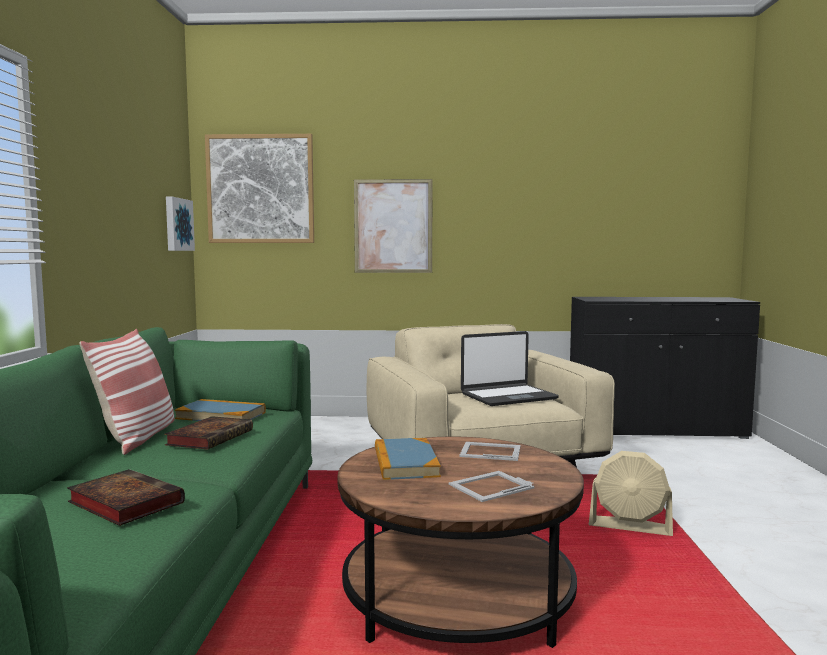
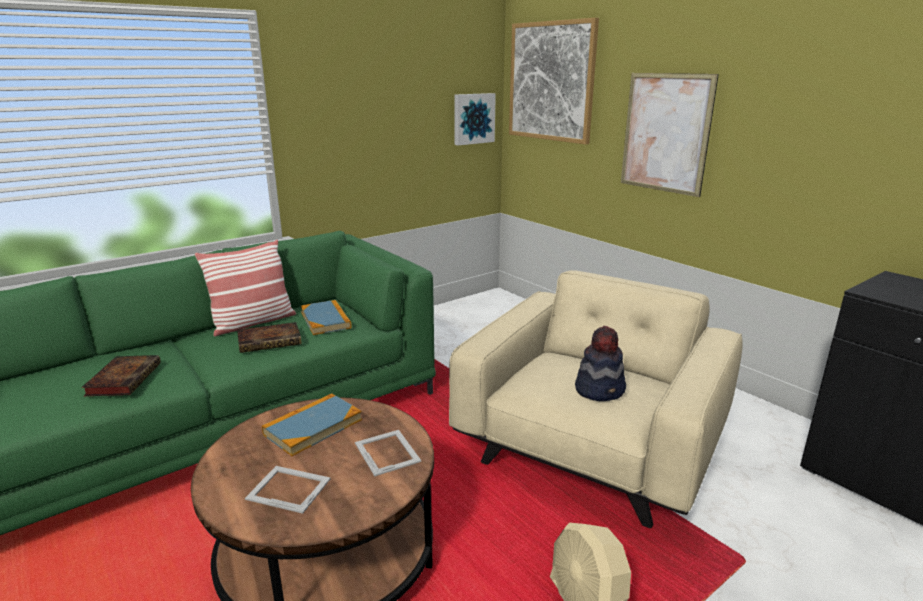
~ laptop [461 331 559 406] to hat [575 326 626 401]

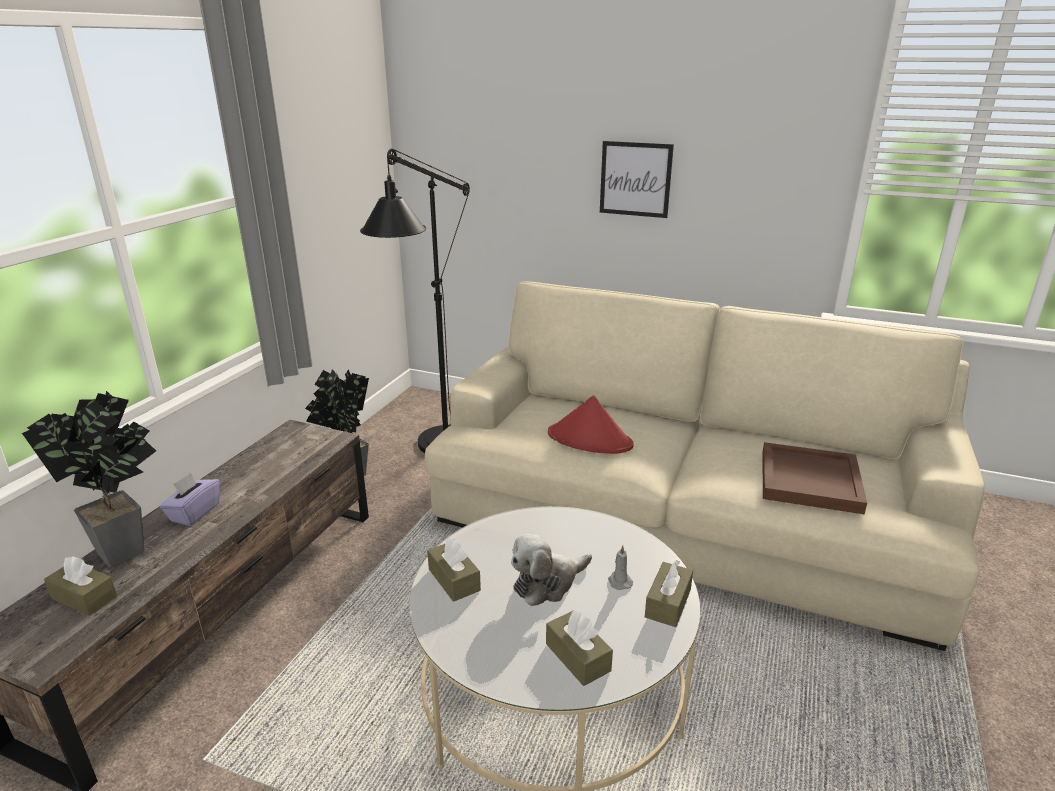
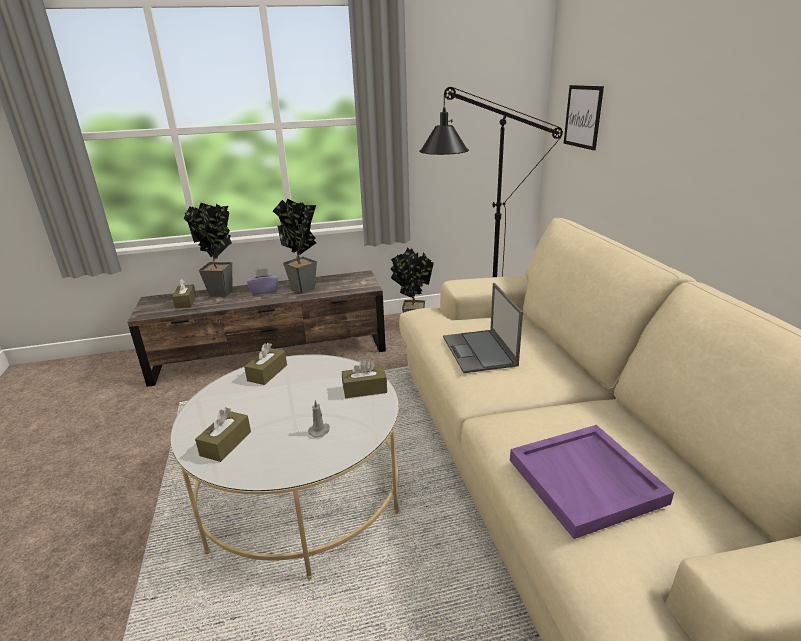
- plush toy [511 534 592 606]
~ red hat [548 395 634 454] to laptop [443 283 523 373]
~ picture [600 141 674 218] to [564 85 604 150]
~ brown tissue box [645 560 693 627] to [342 359 387 398]
~ brown tray [762 442 867 514] to purple tray [510 425 674 539]
+ potted plant [273 199 317 294]

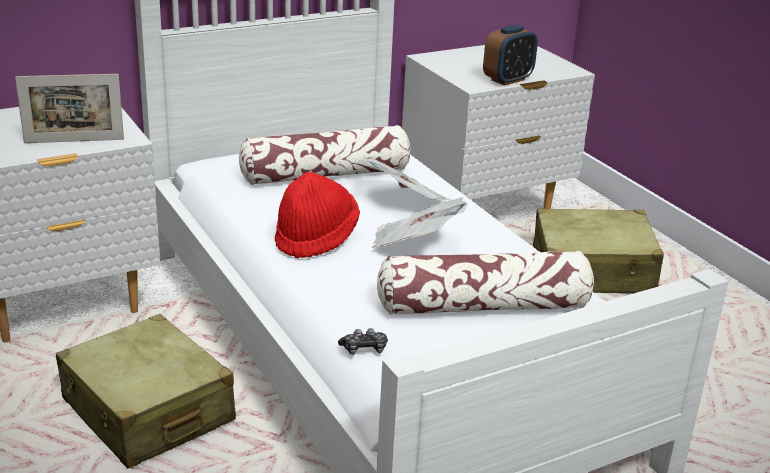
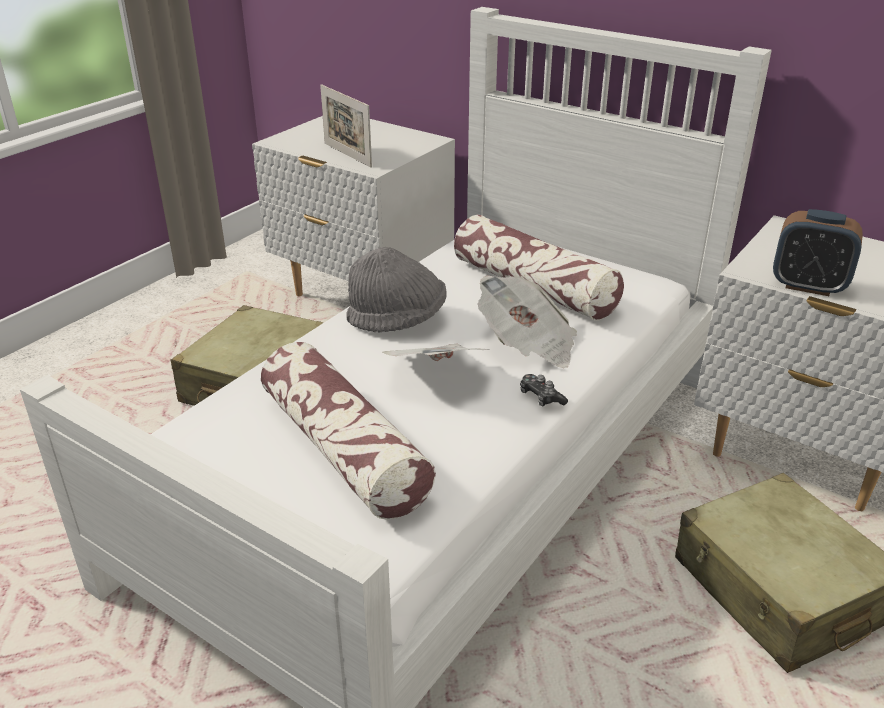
~ red hat [275 172 360 258] to grey hat [346 247 447 333]
~ game controller [338 328 388 355] to [520 374 568 406]

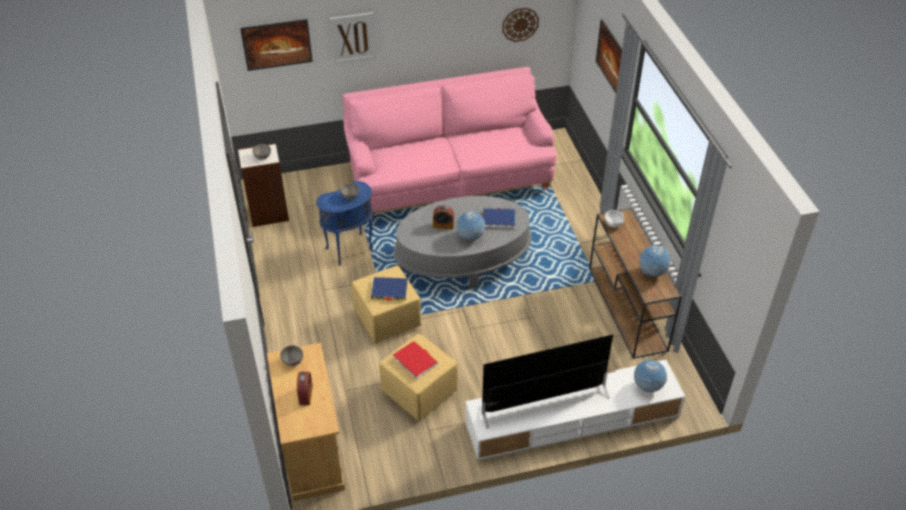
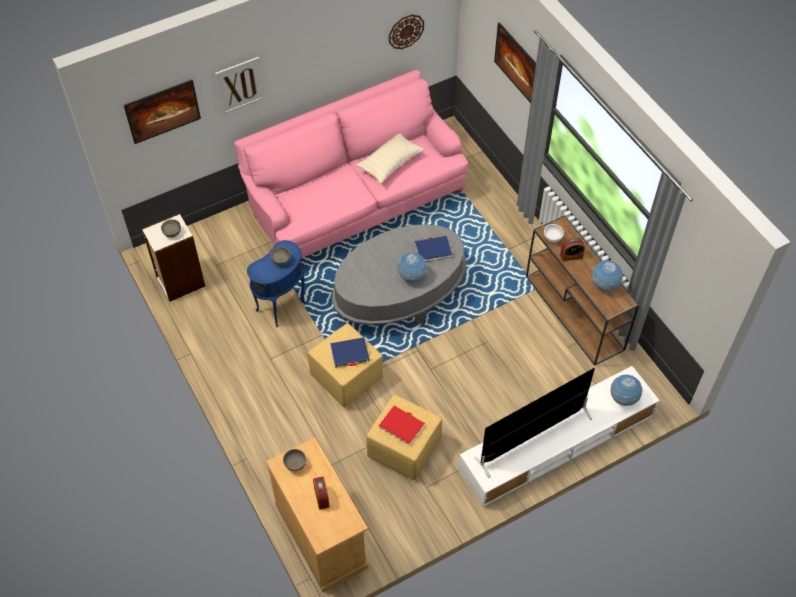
~ alarm clock [433 205 454 229] to [560 237 585 261]
+ beige pillow [356 134 424 184]

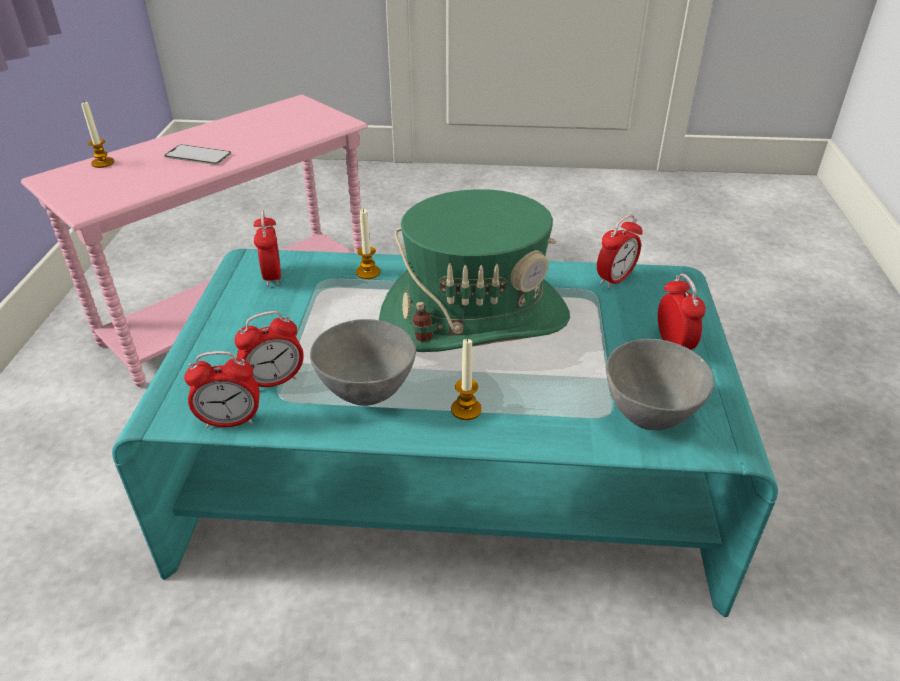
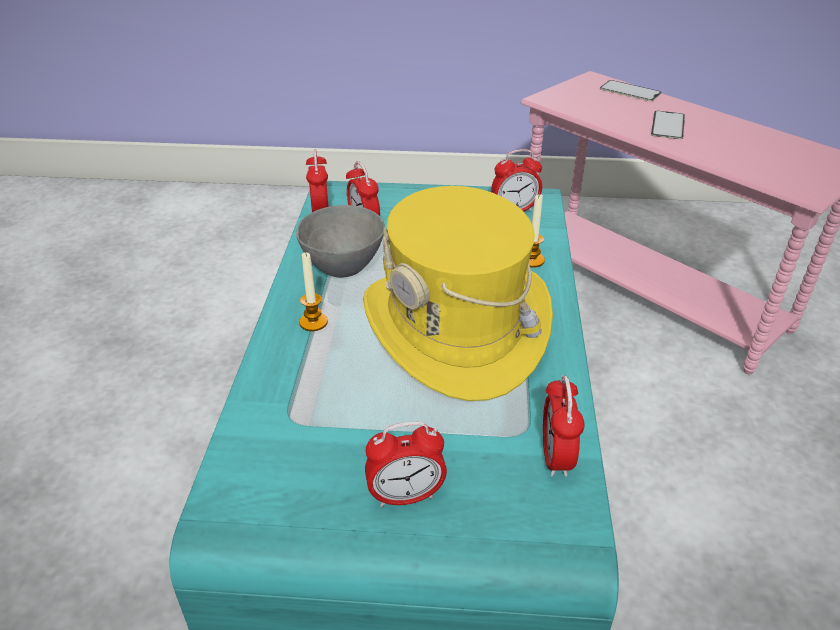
~ candle [81 100 114 168] to phone [600 80 662 101]
~ green hat [379 189 570 352] to yellow hat [363 186 553 401]
~ alarm clock [597 215 643 288] = [543 375 585 477] 45 degrees clockwise
- grey bowl [606 339 715 430]

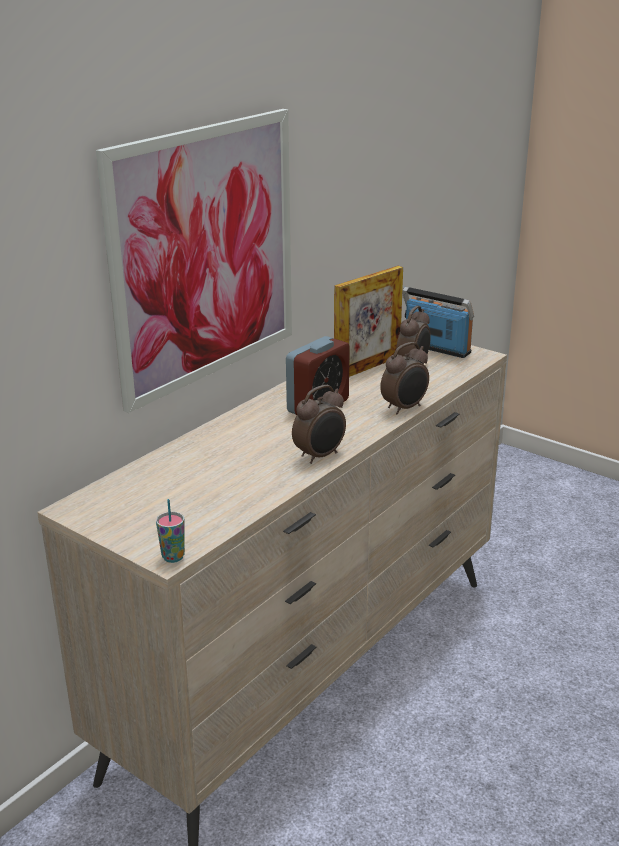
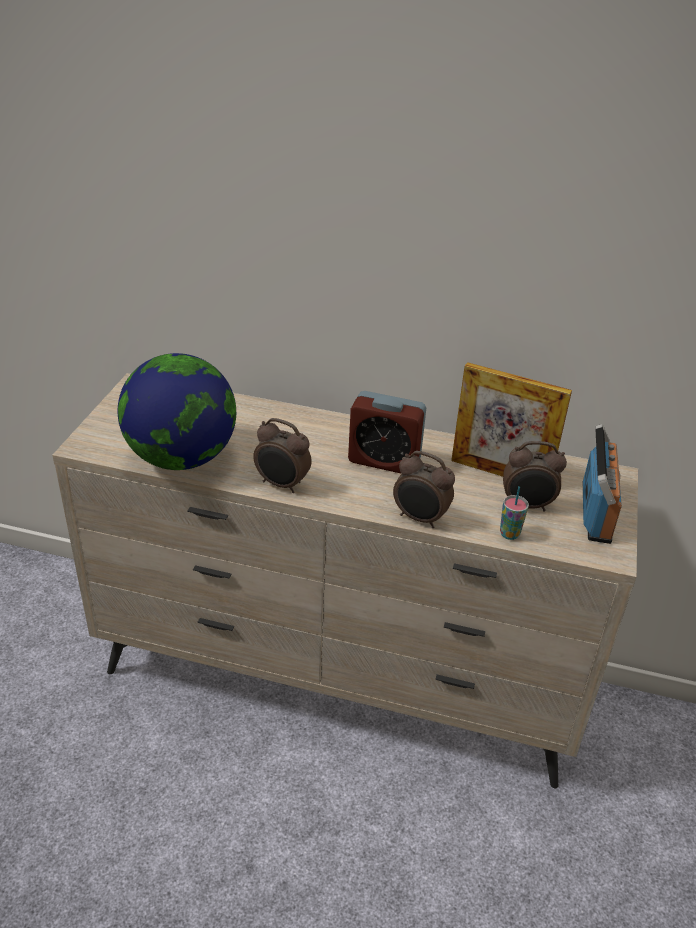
- picture [96 109 292 413]
~ cup [156 499 185 563] to [500 486 529 540]
+ globe [118 353 236 470]

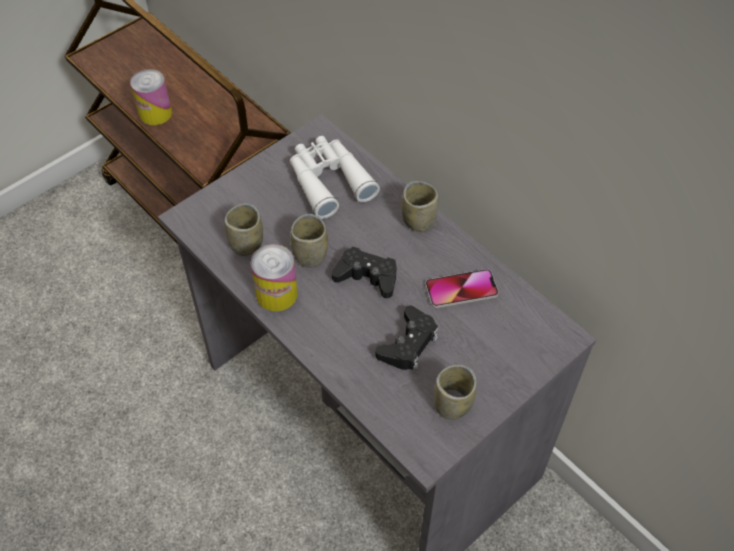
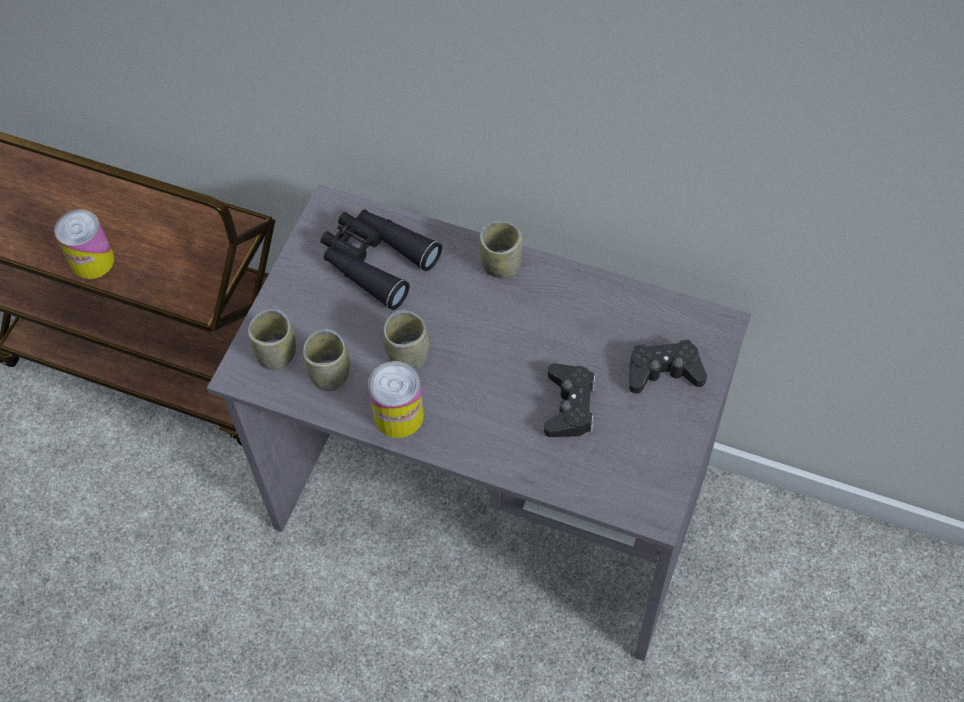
~ white binoculars [290 136 380 219] to black binoculars [321 209 442 310]
~ black game controller [332 247 396 298] to [629 340 707 394]
- phone [425 269 499 308]
~ cup [434 365 477 419] to [248 308 296 370]

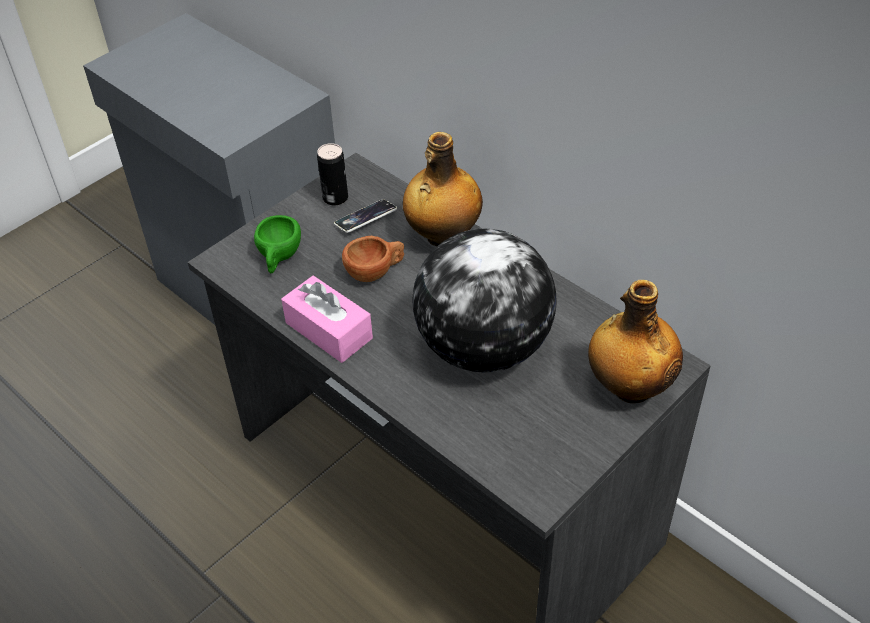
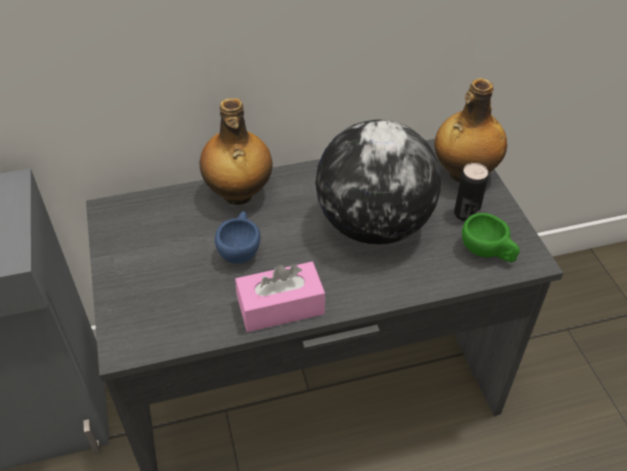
~ green cup [254 215 301 273] to [462 213 520 262]
~ can [317 143 348 206] to [454 163 488 221]
- phone [334 199 397 233]
~ brown cup [342 236 404 282] to blue cup [215 211 261 264]

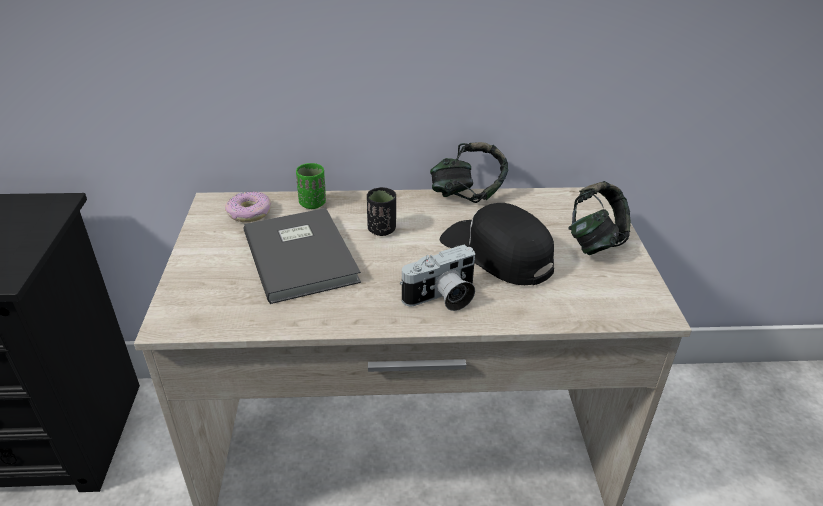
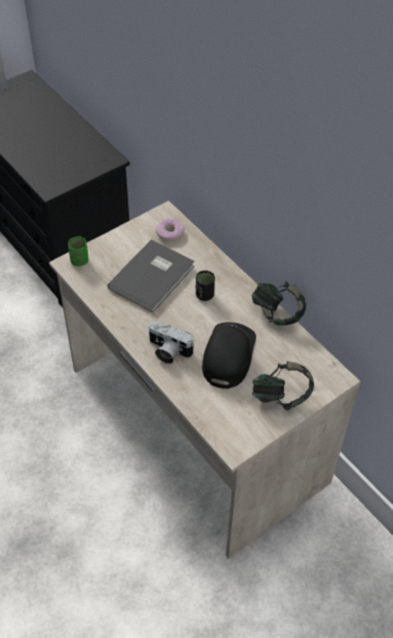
~ green cup [296 163 326 209] to [68 236 88 266]

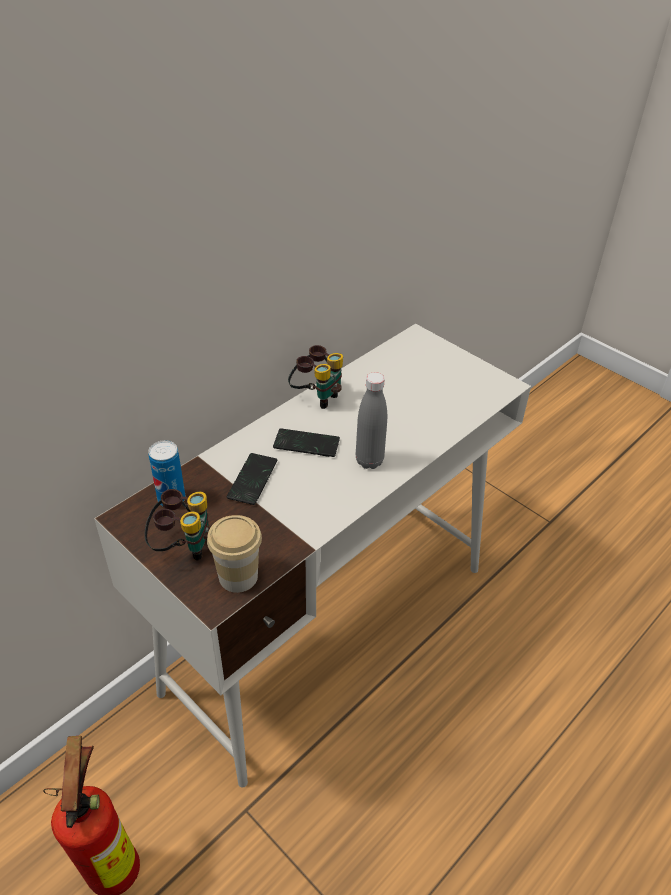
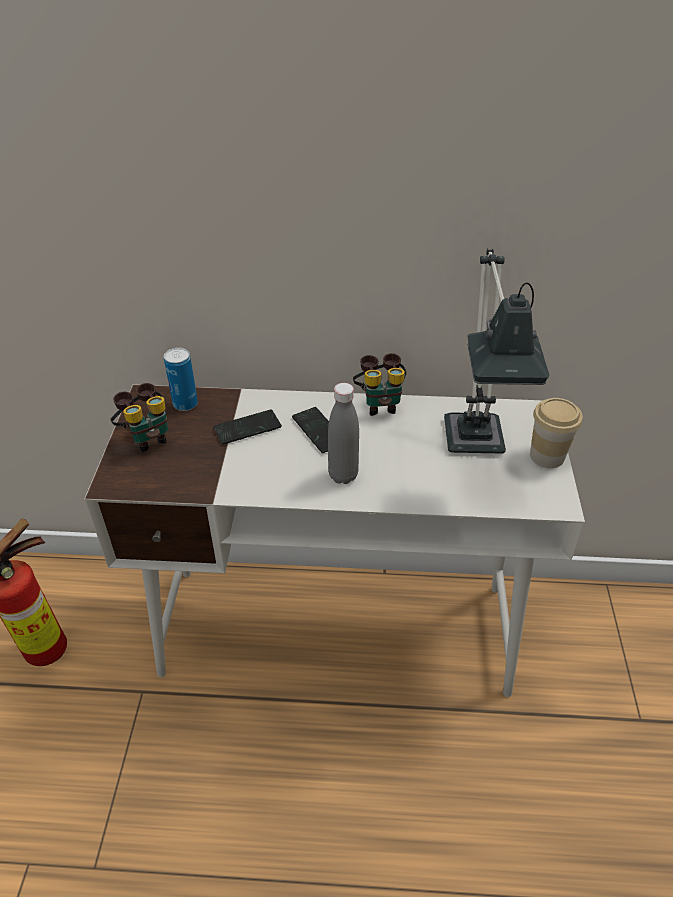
~ cup [207 515 262 593] to [530 398 583 468]
+ table lamp [444 249 550 454]

